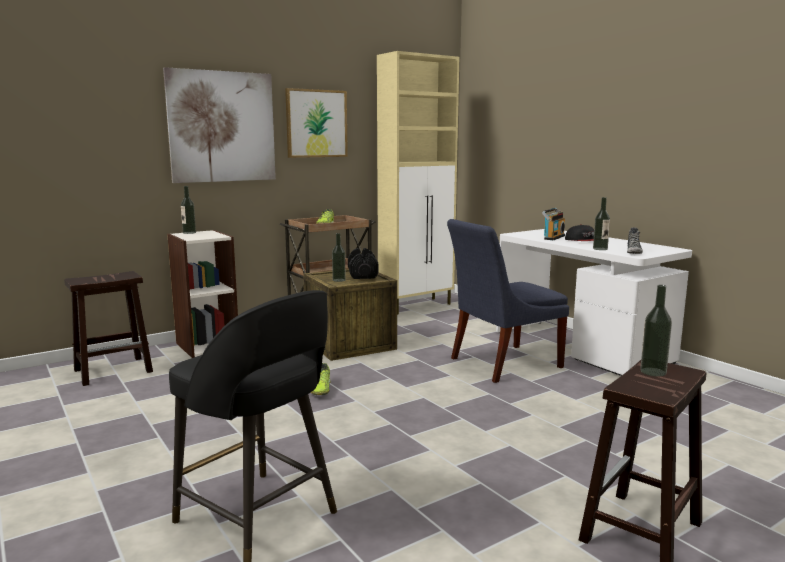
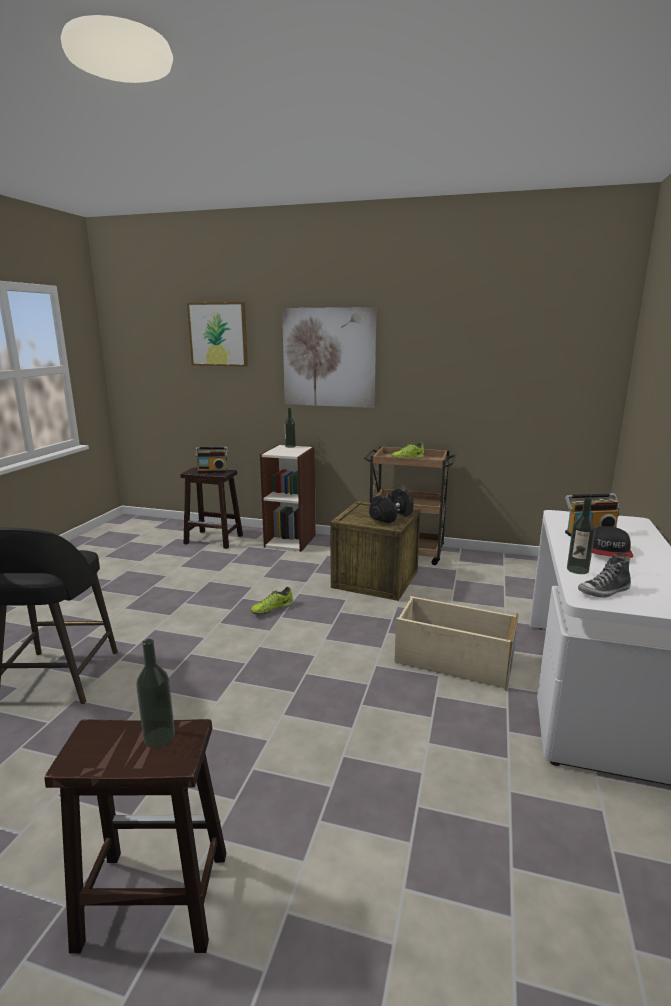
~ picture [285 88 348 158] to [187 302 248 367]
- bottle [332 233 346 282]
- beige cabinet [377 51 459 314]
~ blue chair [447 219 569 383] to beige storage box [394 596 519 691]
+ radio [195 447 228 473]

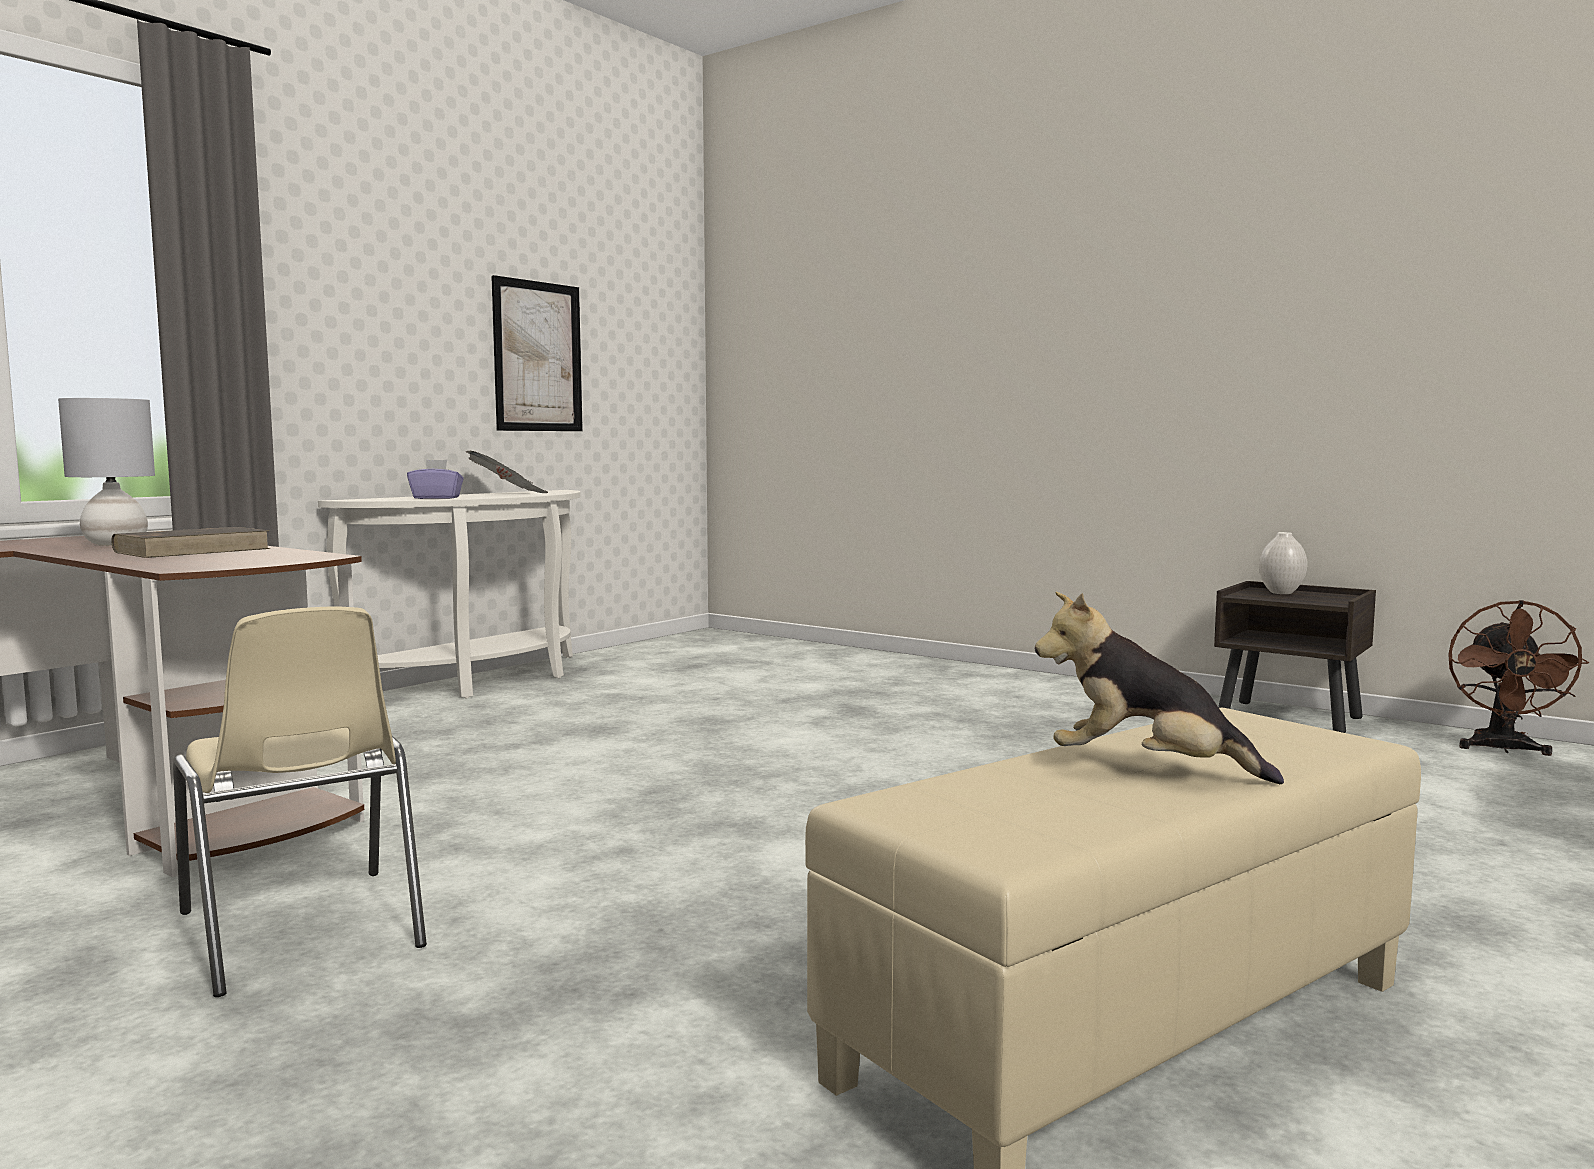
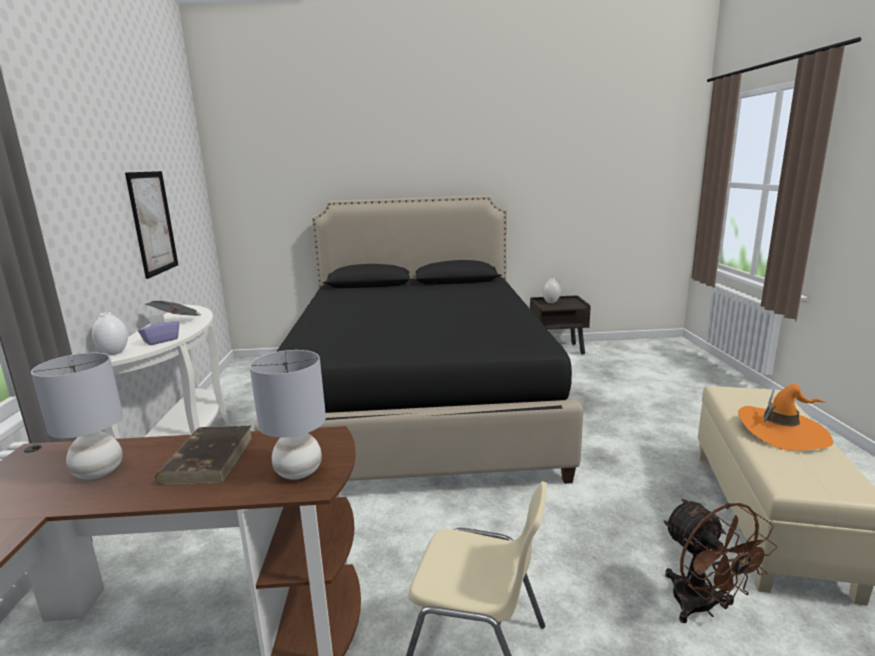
~ plush toy [1035 592 1284 784] to orange hat [738 384 833 451]
~ brown fan [1448 600 1589 756] to [664 499 777 623]
+ white vase [92 312 128 355]
+ grey table lamp [250 350 326 480]
+ black bed [254 195 583 484]

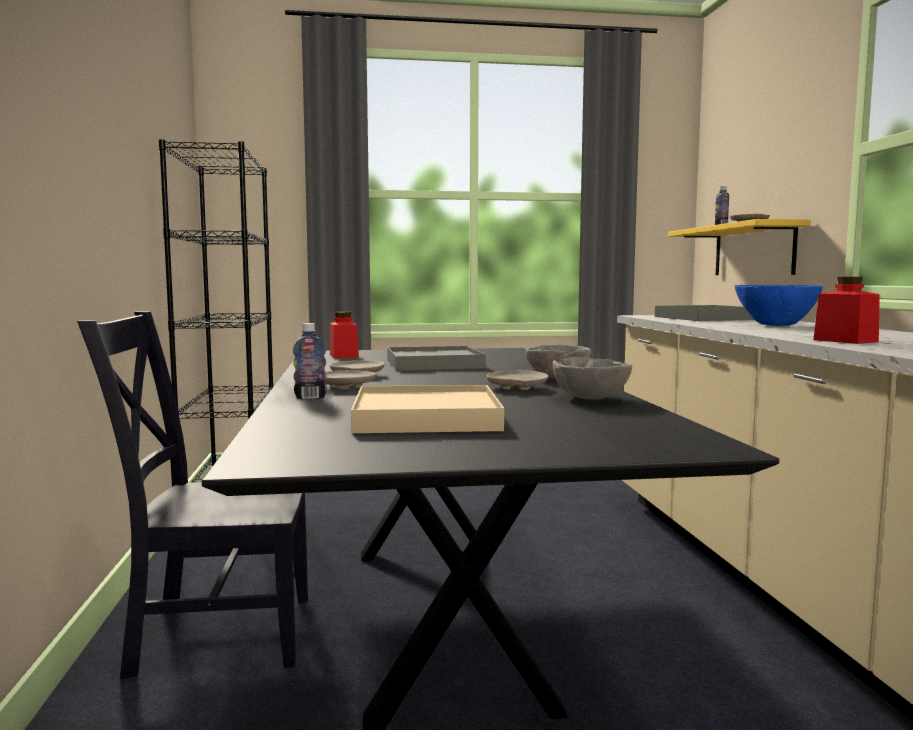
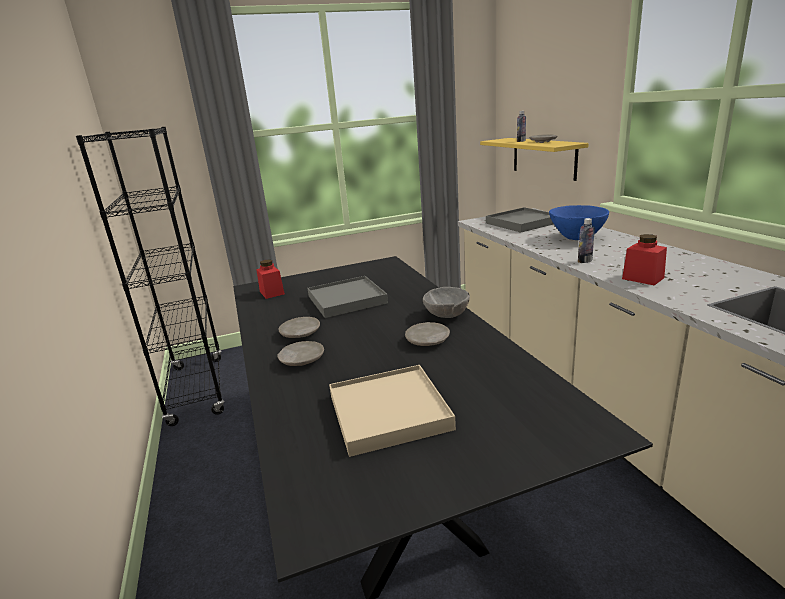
- black chair [77 311 308 679]
~ bottle [293 323 327 399] to [578 218 595 263]
- grey bowl [552 357 632 400]

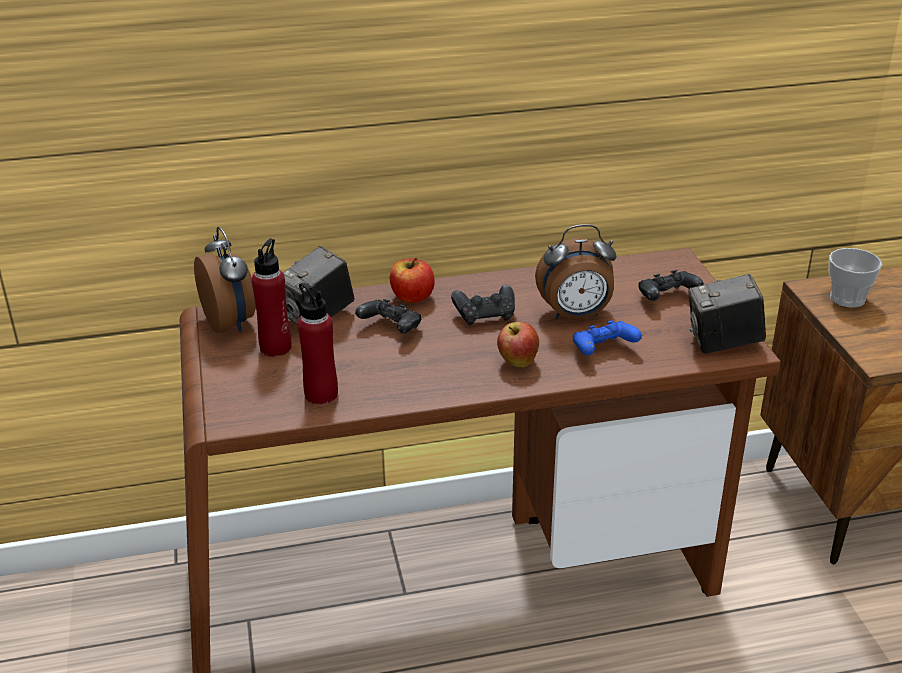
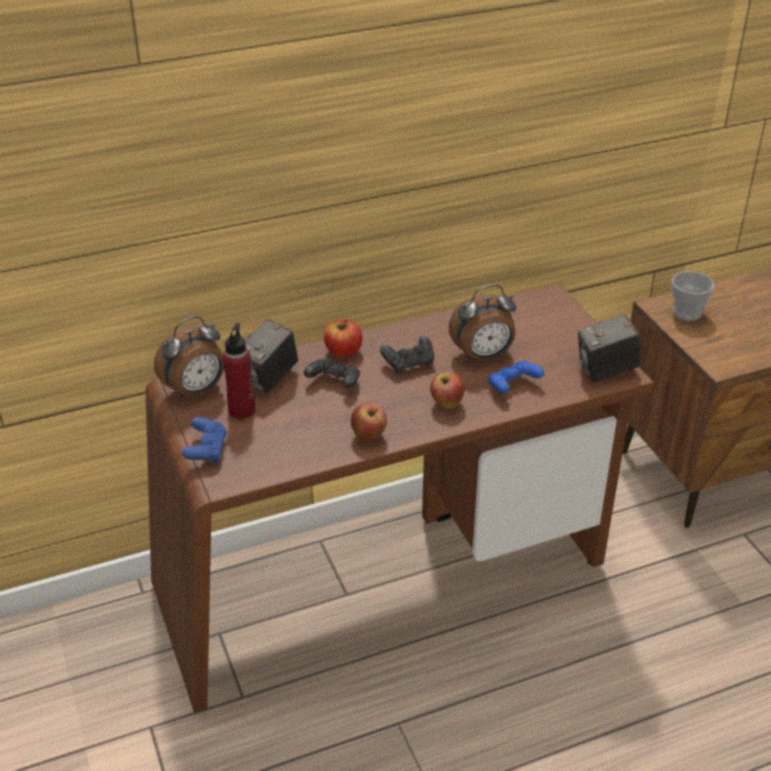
~ alarm clock [194 227 256 333] = [154 316 224 399] 90 degrees clockwise
- red bottle [298 282 338 404]
- black game controller [638 270 704 301]
+ blue game controller [182 417 227 463]
+ apple [351 403 387 441]

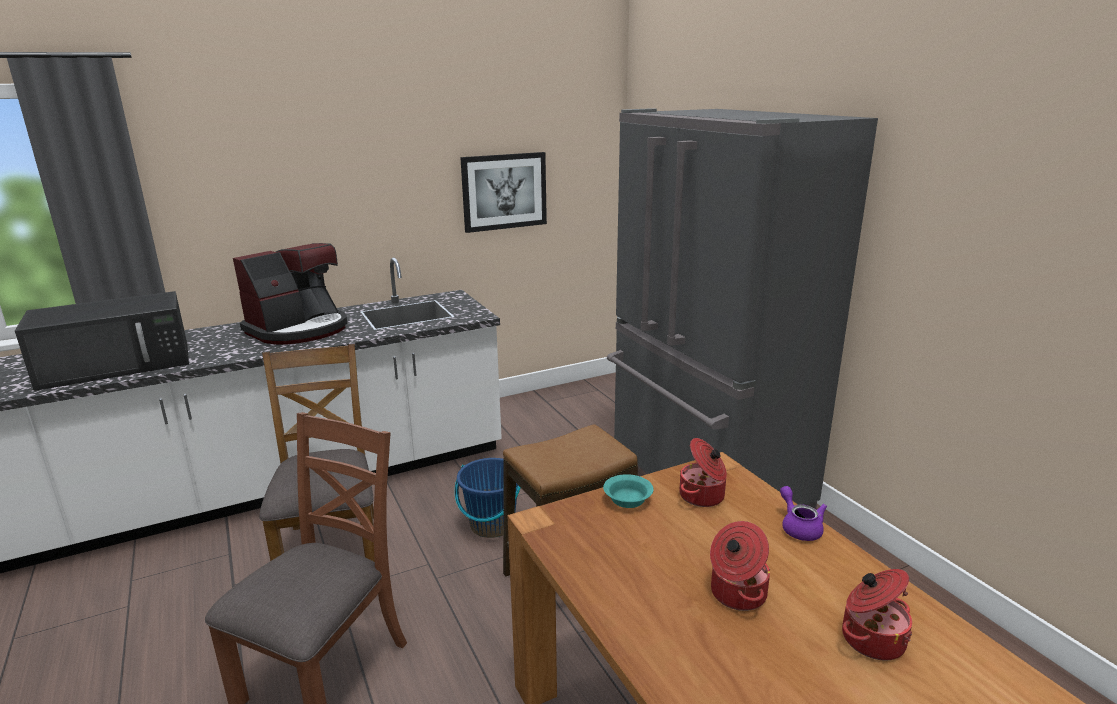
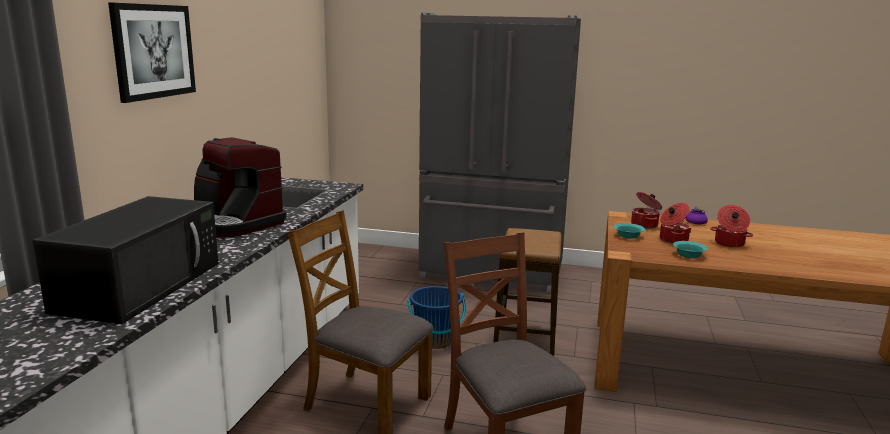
~ coffee machine [233 243 347 345] = [194 137 287 238] 135 degrees clockwise
~ picture [460 152 547 233] to [108 3 196 103]
~ cooking pot [842 569 912 661] to [660 203 691 244]
+ turquoise bowl [673 241 708 258]

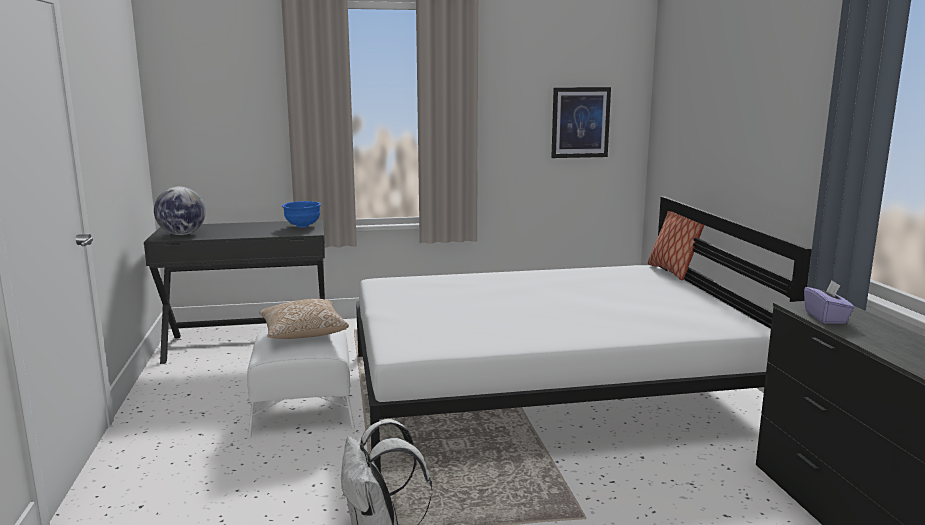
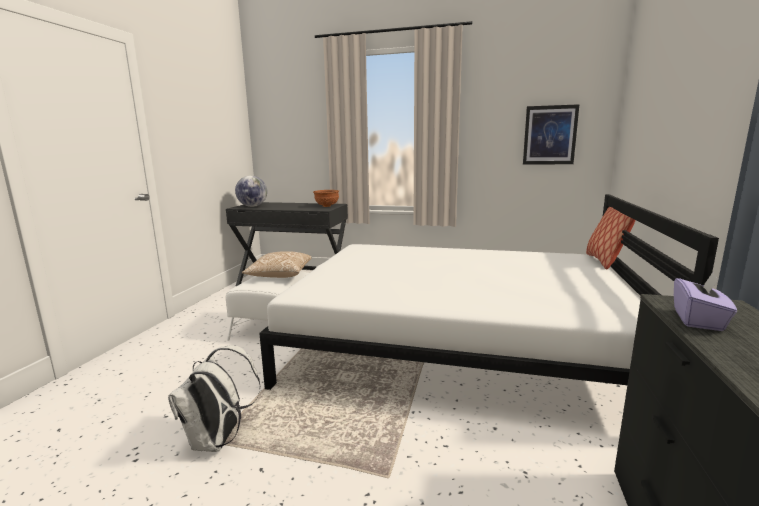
~ blue bowl [282 201 321 228] to brown bowl [313 190 339 207]

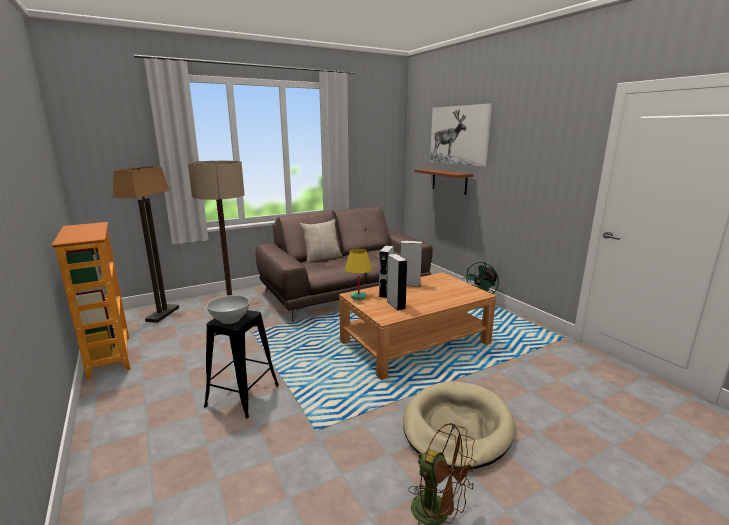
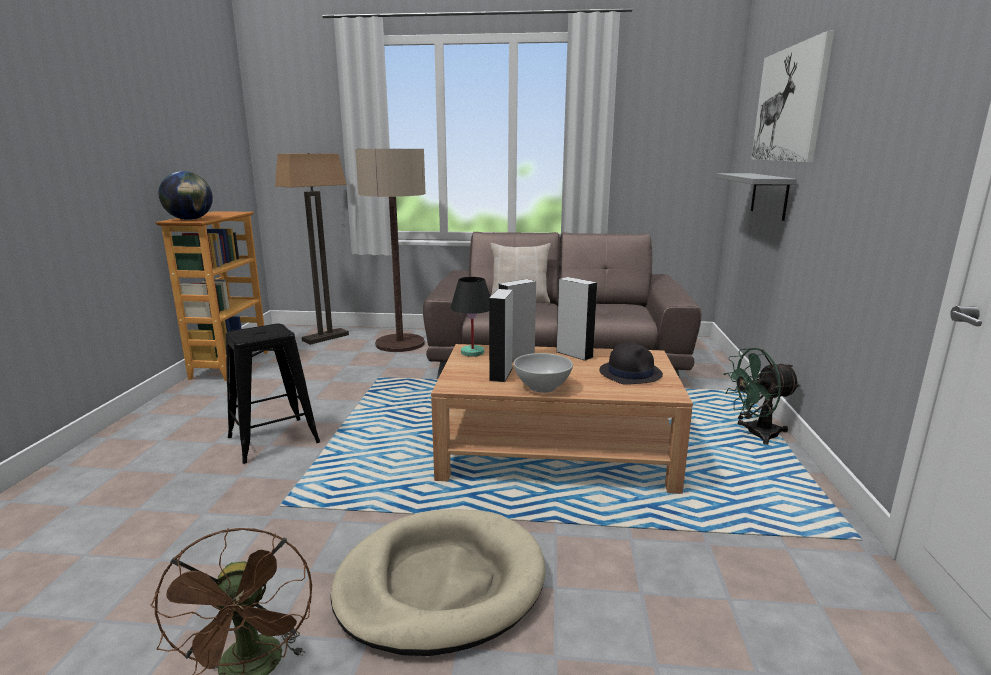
~ white bowl [207 295 250 324] to [514 353 573 393]
~ yellow table lamp [345 249 372 300] to black table lamp [450 277 490 357]
~ brown shelf [414 169 474 195] to grey shelf [716 173 797 221]
+ globe [159 171 213 220]
+ black hat [599 342 663 385]

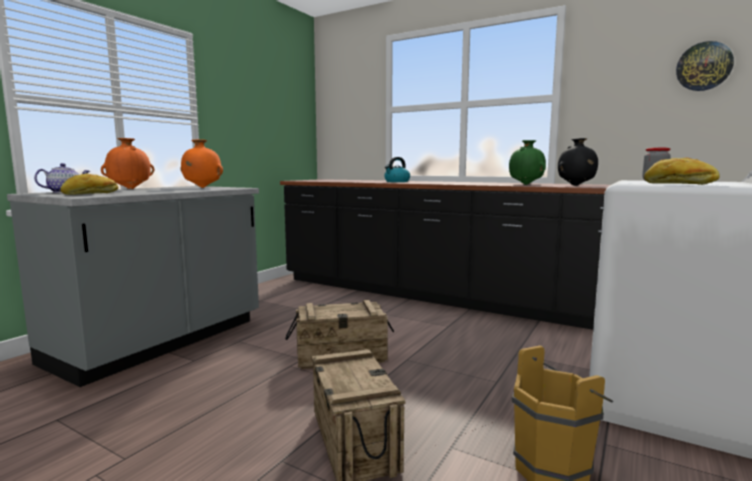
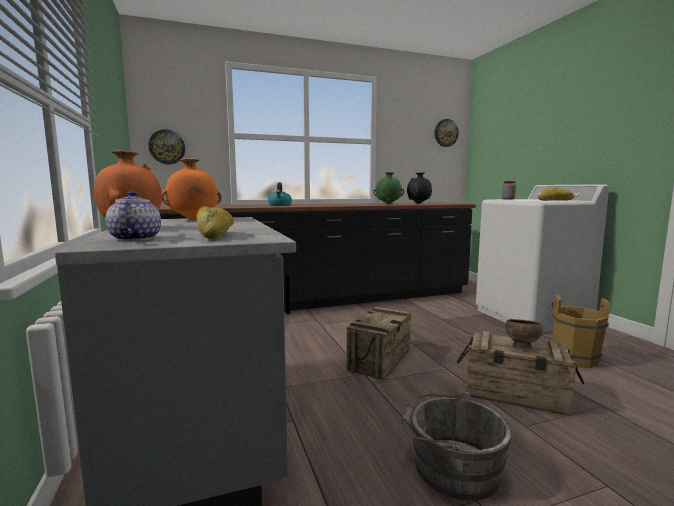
+ wall clock [148 129 185 164]
+ grey bucket [401 390 512 501]
+ brown bowl [505 319 543 349]

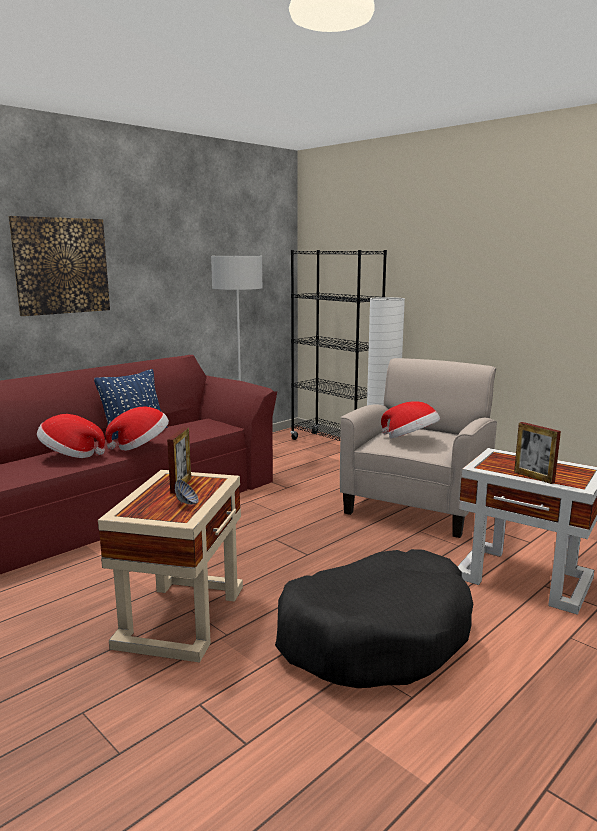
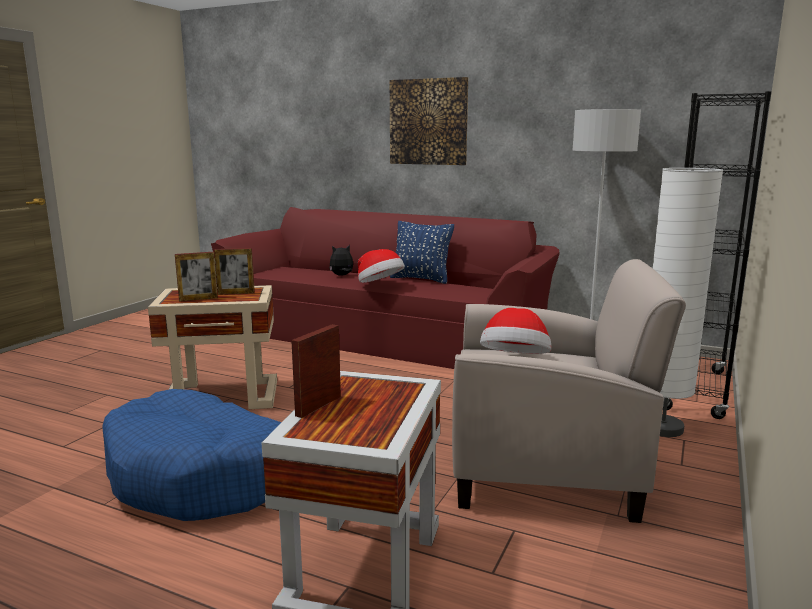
~ hat [37 414 105 458] to plush toy [329 245 353 276]
~ bowl [175 480 199 504] to picture frame [175 252 218 302]
~ black dog bed [275 549 473 688] to blue dog bed [102 389 282 521]

